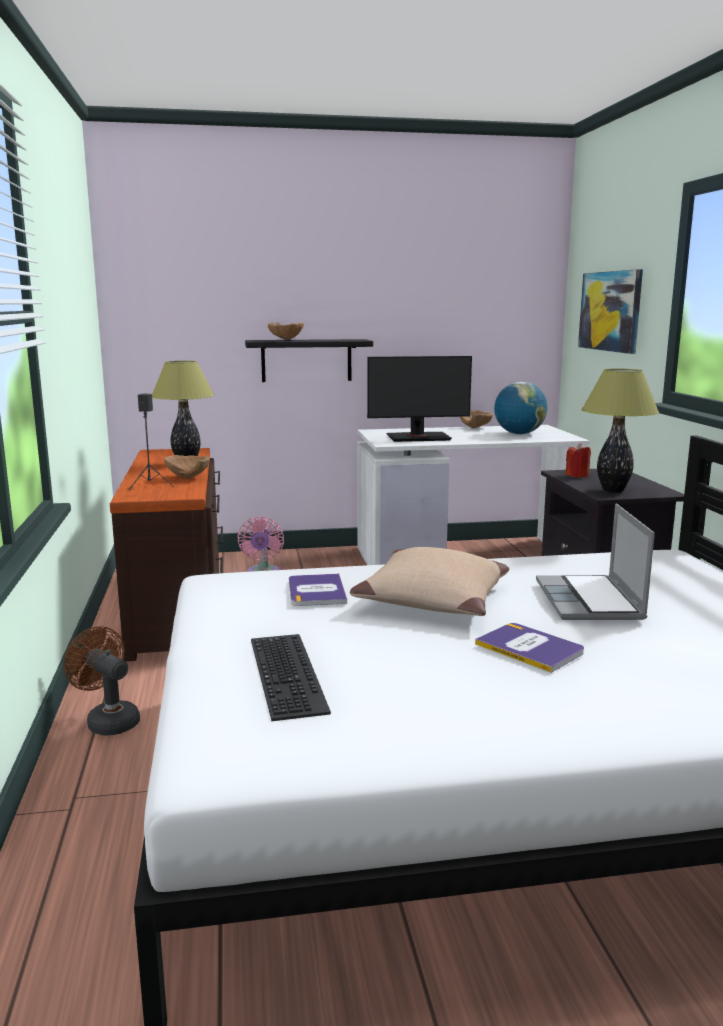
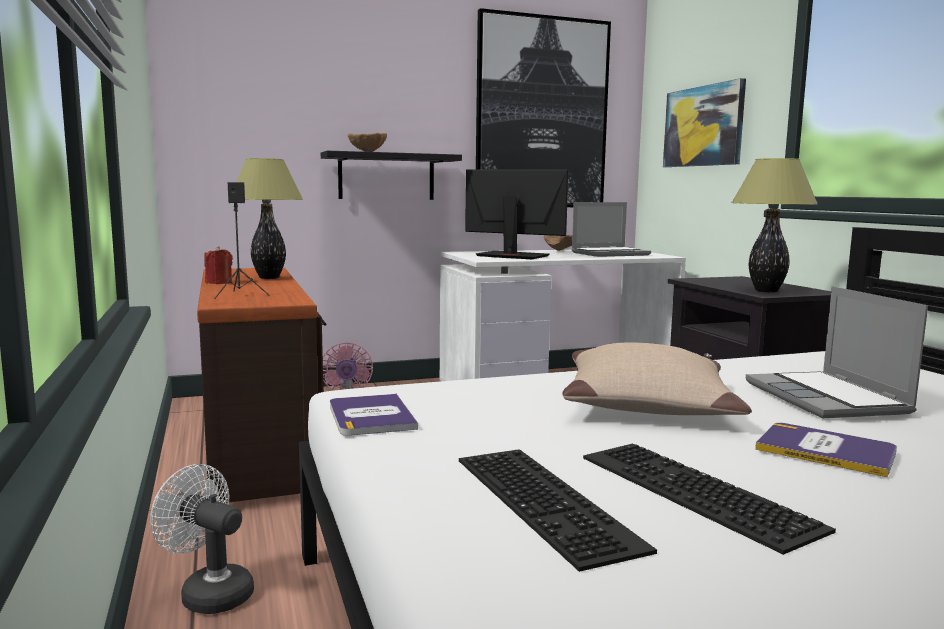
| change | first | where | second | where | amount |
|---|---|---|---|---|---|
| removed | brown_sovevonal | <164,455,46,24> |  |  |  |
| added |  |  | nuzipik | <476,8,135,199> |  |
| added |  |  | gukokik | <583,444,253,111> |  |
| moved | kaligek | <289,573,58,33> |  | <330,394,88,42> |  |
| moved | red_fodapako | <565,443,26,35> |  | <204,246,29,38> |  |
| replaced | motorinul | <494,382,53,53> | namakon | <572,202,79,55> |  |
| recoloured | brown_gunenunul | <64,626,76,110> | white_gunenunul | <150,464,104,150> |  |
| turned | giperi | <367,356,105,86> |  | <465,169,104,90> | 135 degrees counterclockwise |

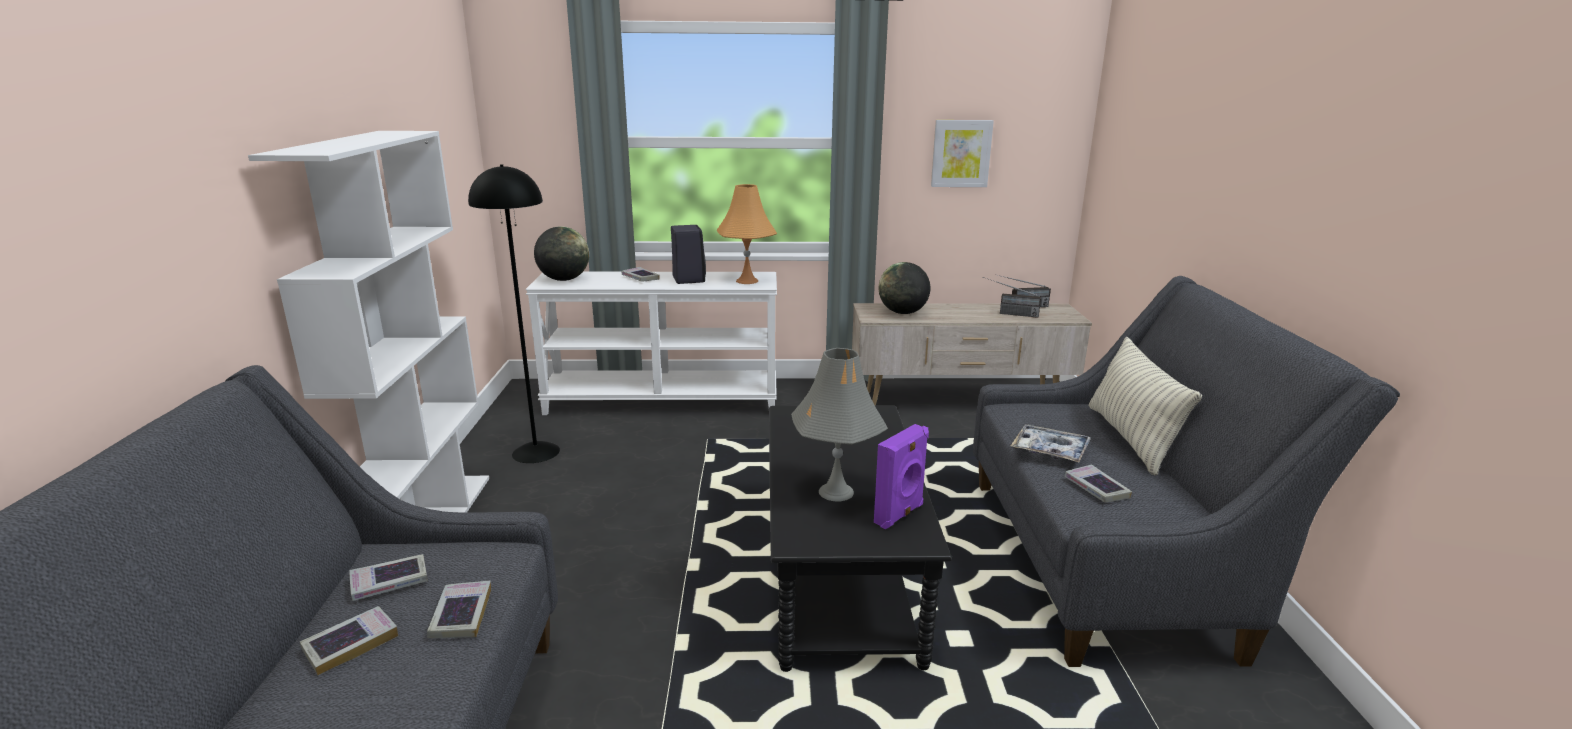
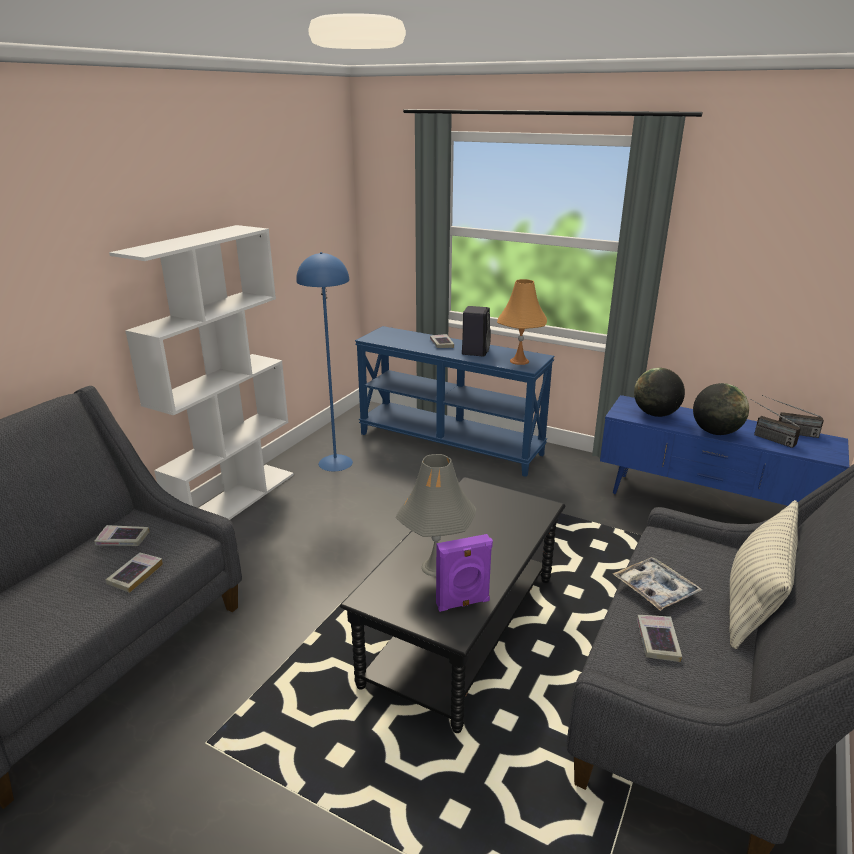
| change | first | where | second | where | amount |
|---|---|---|---|---|---|
| removed | kaligek | <300,606,98,69> |  |  |  |
| removed | nuzipik | <931,120,63,67> |  |  |  |
| moved | motorinul | <534,226,55,55> |  | <693,383,56,52> |  |
| recoloured | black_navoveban | <468,164,92,299> | blue_navoveban | <296,252,57,219> |  |
| recoloured | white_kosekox | <525,272,252,143> | blue_kosekox | <355,326,200,151> |  |
| recoloured | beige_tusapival | <852,303,240,103> | blue_tusapival | <600,395,249,111> |  |

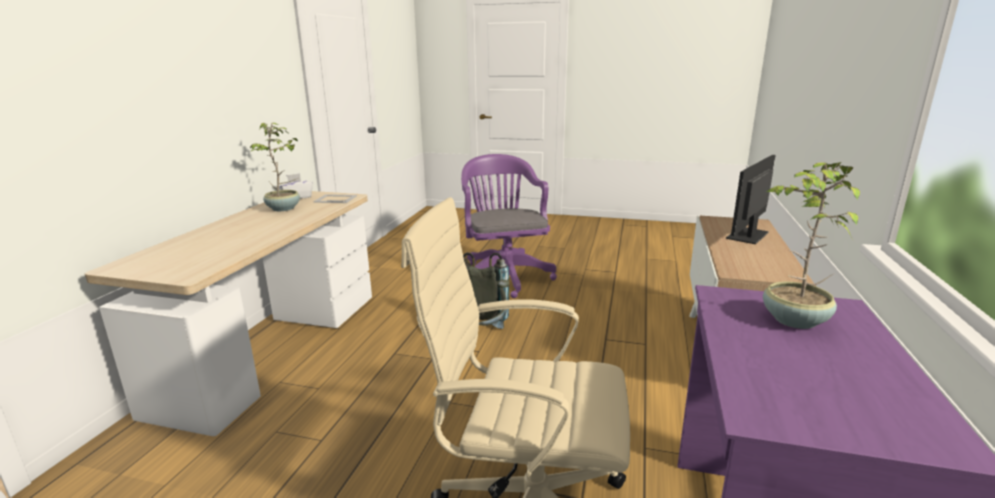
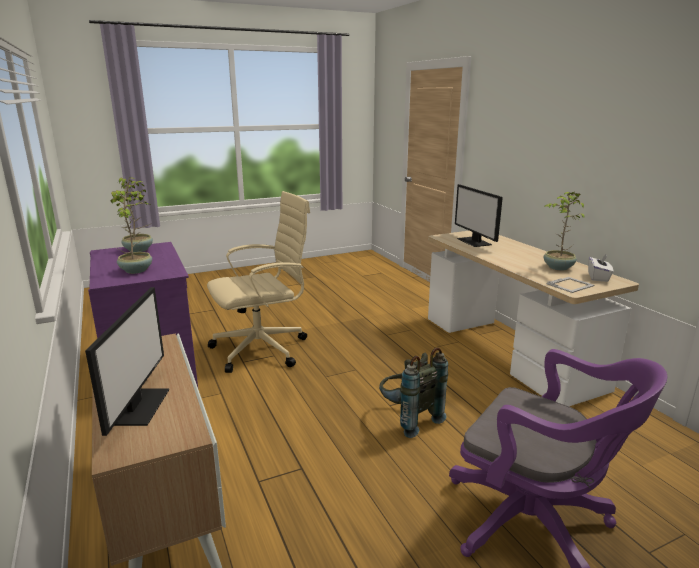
| change | first | where | second | where | amount |
|---|---|---|---|---|---|
| added |  |  | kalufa | <112,177,41,75> |  |
| added |  |  | giperi | <455,184,48,63> |  |

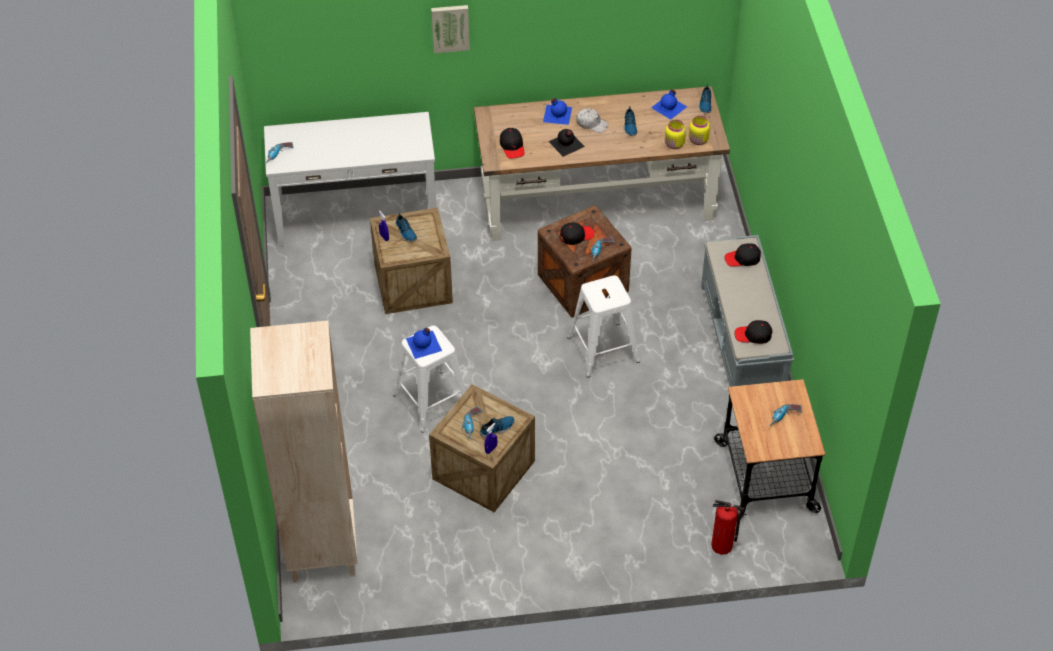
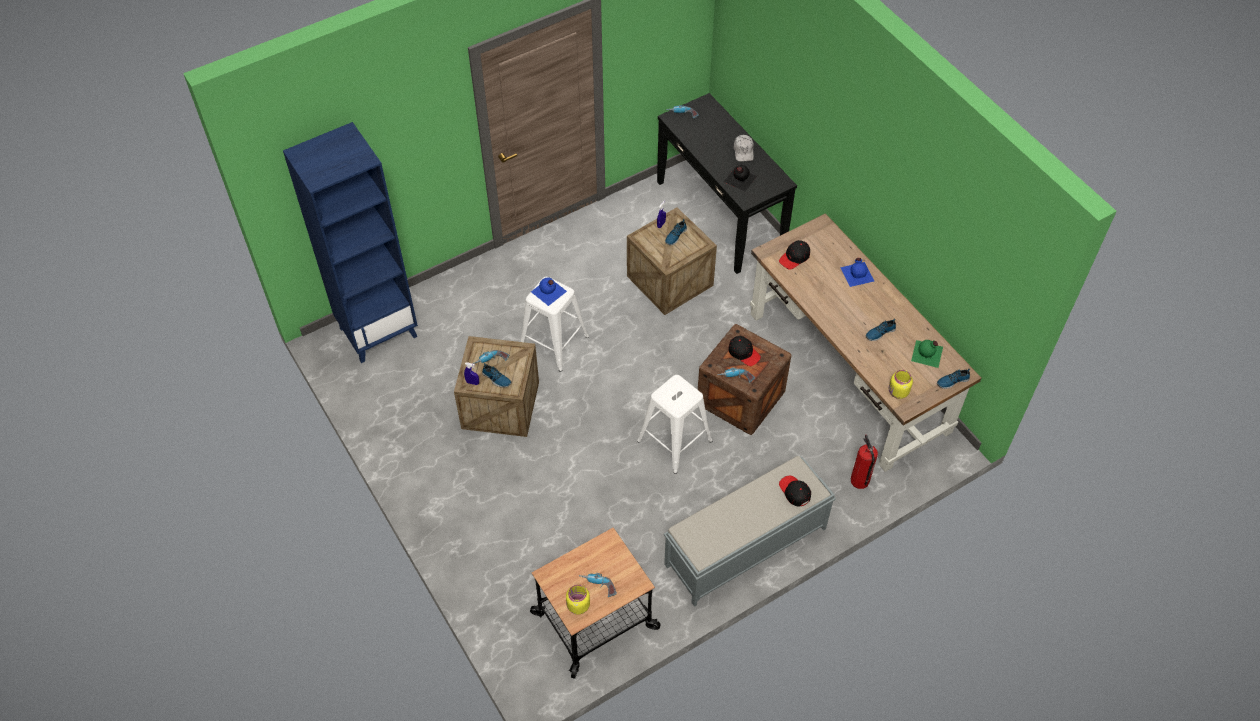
| change | first | where | second | where | amount |
|---|---|---|---|---|---|
| removed | nuzipik | <431,5,39,48> |  |  |  |
| removed | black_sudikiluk | <734,320,38,24> |  |  |  |
| moved | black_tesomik | <548,129,37,28> |  | <724,165,33,26> |  |
| moved | white_sudikiluk | <576,108,33,25> |  | <733,135,21,27> |  |
| moved | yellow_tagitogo | <665,120,21,29> |  | <566,585,24,30> |  |
| moved | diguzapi | <711,500,32,55> |  | <851,435,27,54> |  |
| recoloured | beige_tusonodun | <250,321,108,262> | blue_tusonodun | <283,122,135,241> |  |
| recoloured | white_kosekox | <264,112,172,135> | black_kosekox | <657,93,140,181> |  |
| recoloured | blue_tesomik | <651,90,36,30> | green_tesomik | <911,340,32,28> |  |

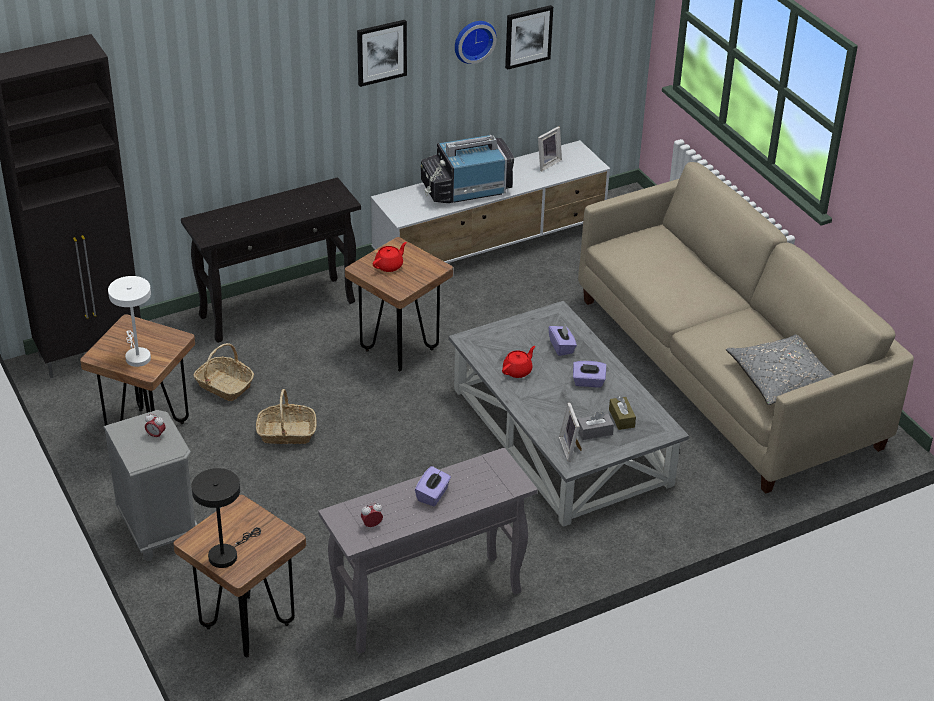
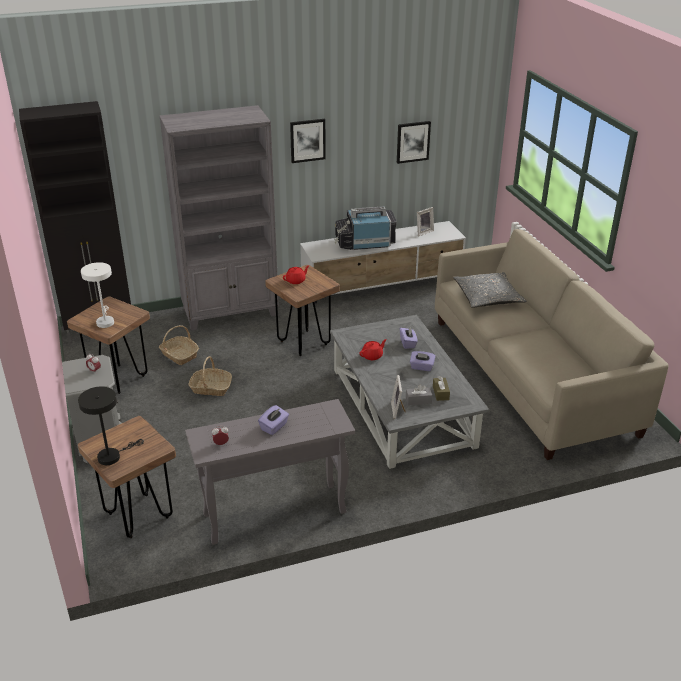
| change | first | where | second | where | amount |
|---|---|---|---|---|---|
| removed | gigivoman | <455,21,41,43> |  |  |  |
| moved | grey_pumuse | <726,335,109,70> |  | <453,272,74,36> |  |
| replaced | black_kosekox | <181,177,180,166> | grey_tusonodun | <159,105,120,226> |  |

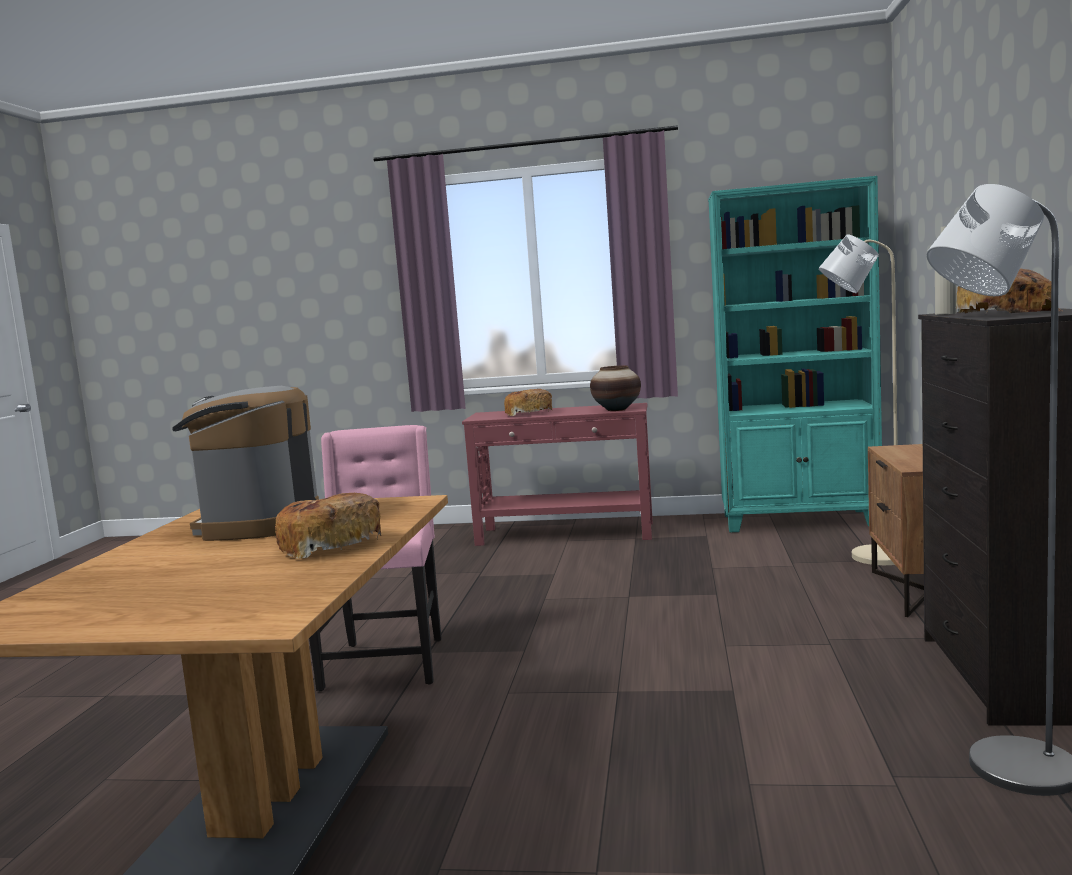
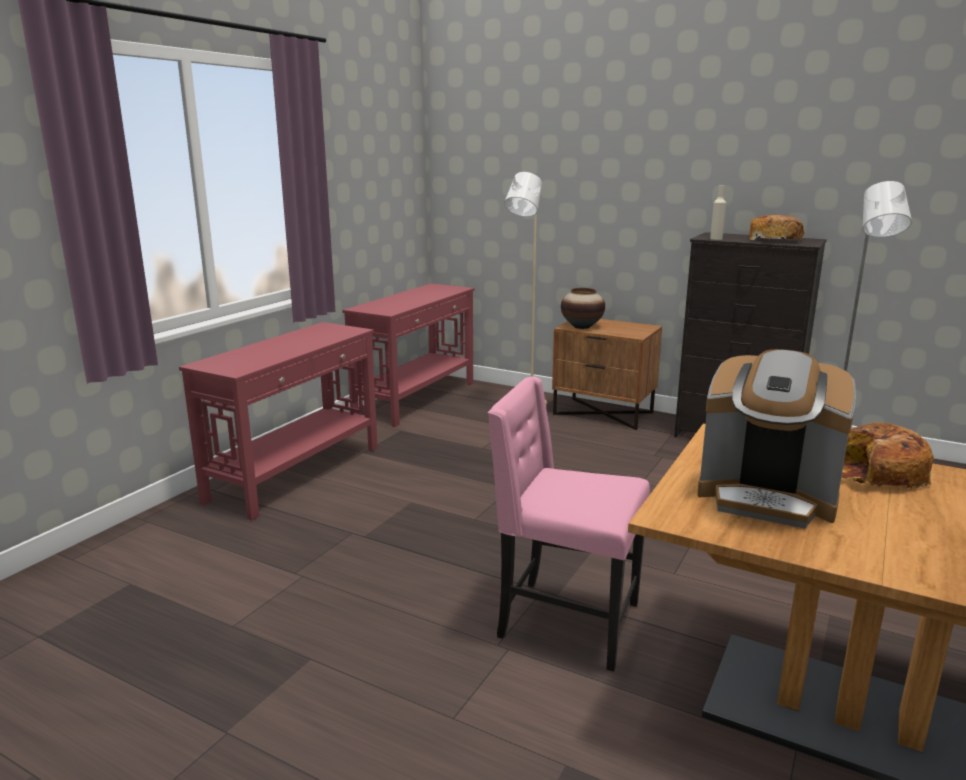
| change | first | where | second | where | amount |
|---|---|---|---|---|---|
| removed | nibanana | <504,389,49,27> |  |  |  |
| moved | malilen | <590,366,51,45> |  | <561,288,44,41> |  |
| replaced | turquoise_tusonodun | <708,176,174,356> | red_kosekox | <343,283,131,144> |  |

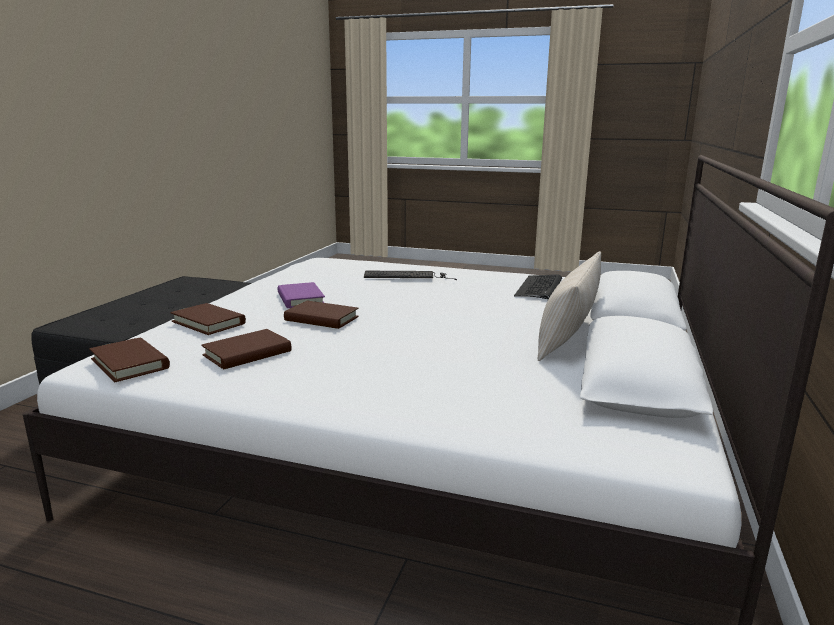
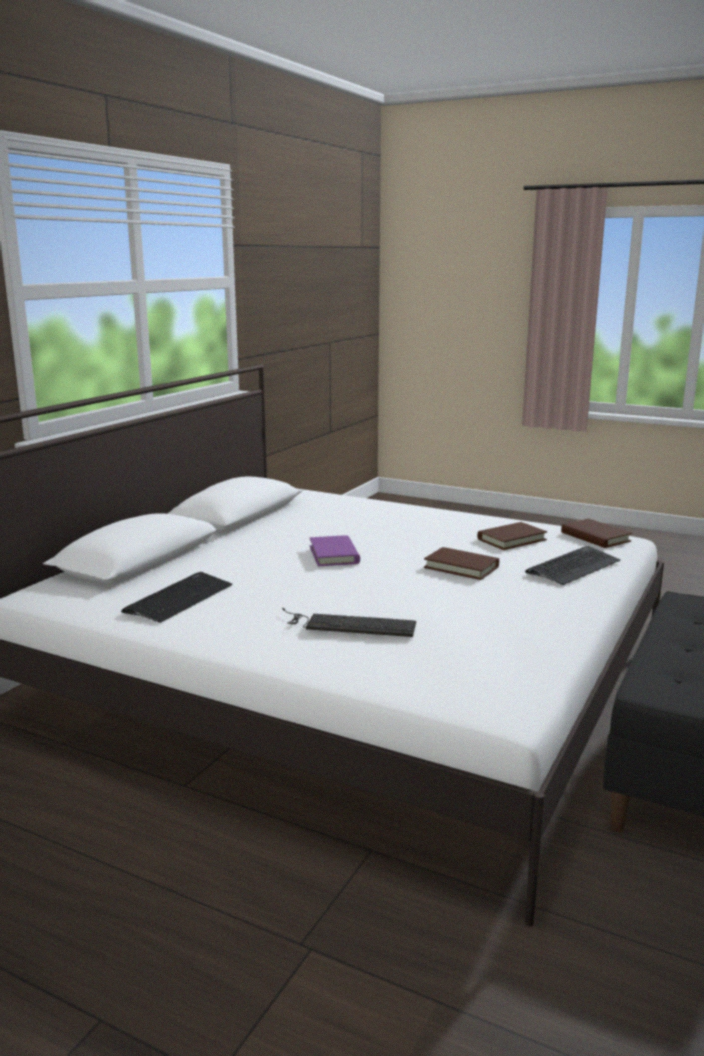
| change | first | where | second | where | amount |
|---|---|---|---|---|---|
| removed | beige_pumuse | <538,251,63,110> |  |  |  |
| moved | purple_kaligek | <277,282,48,26> |  | <310,535,50,31> |  |
| replaced | brown_kaligek | <170,303,76,32> | gukokik | <525,546,95,39> |  |

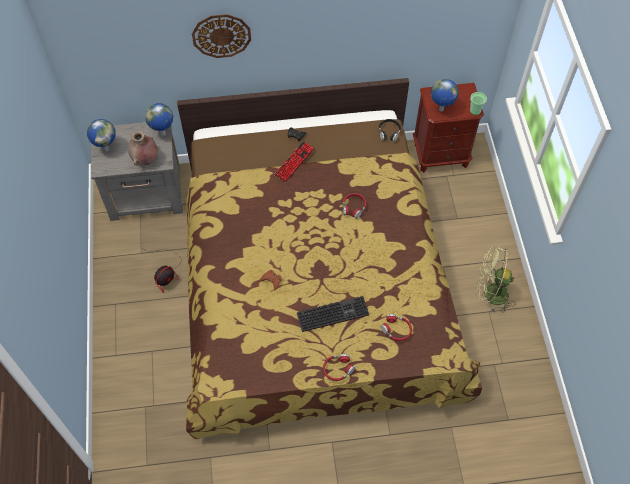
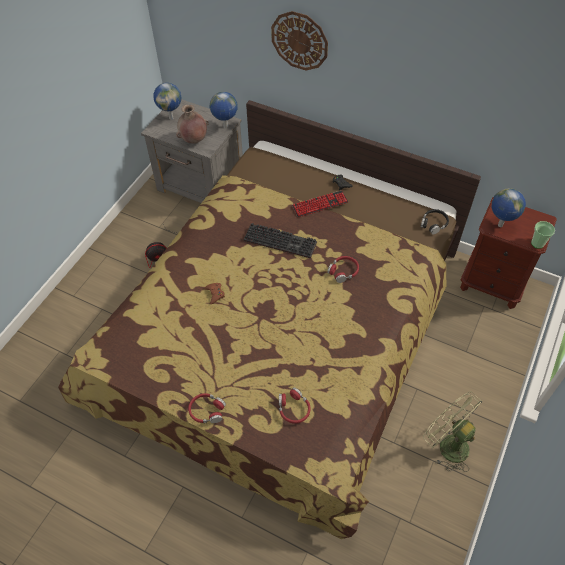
| change | first | where | second | where | amount |
|---|---|---|---|---|---|
| moved | gukokik | <297,296,72,36> |  | <243,223,74,35> |  |

